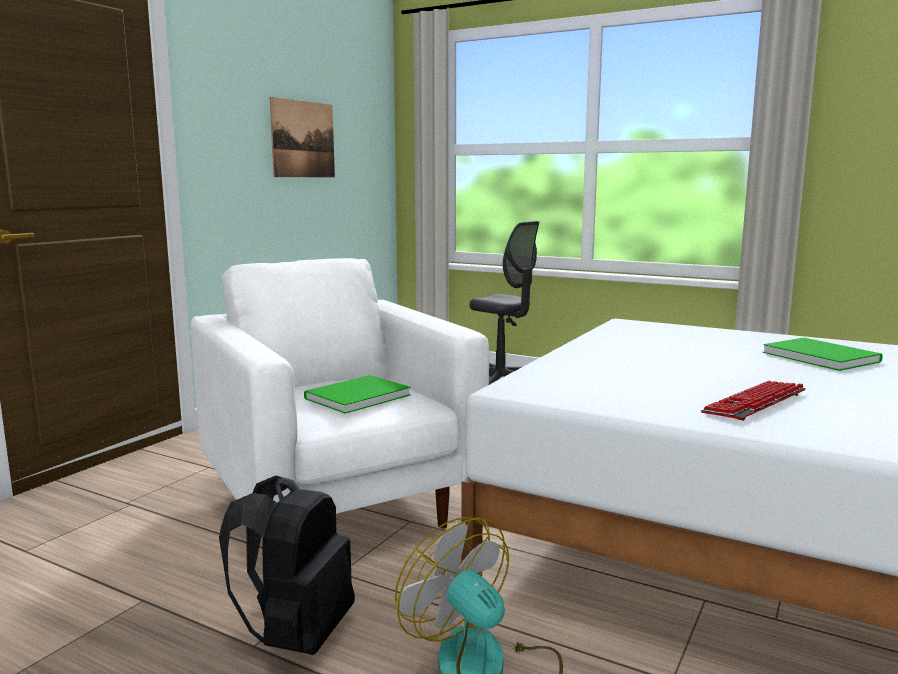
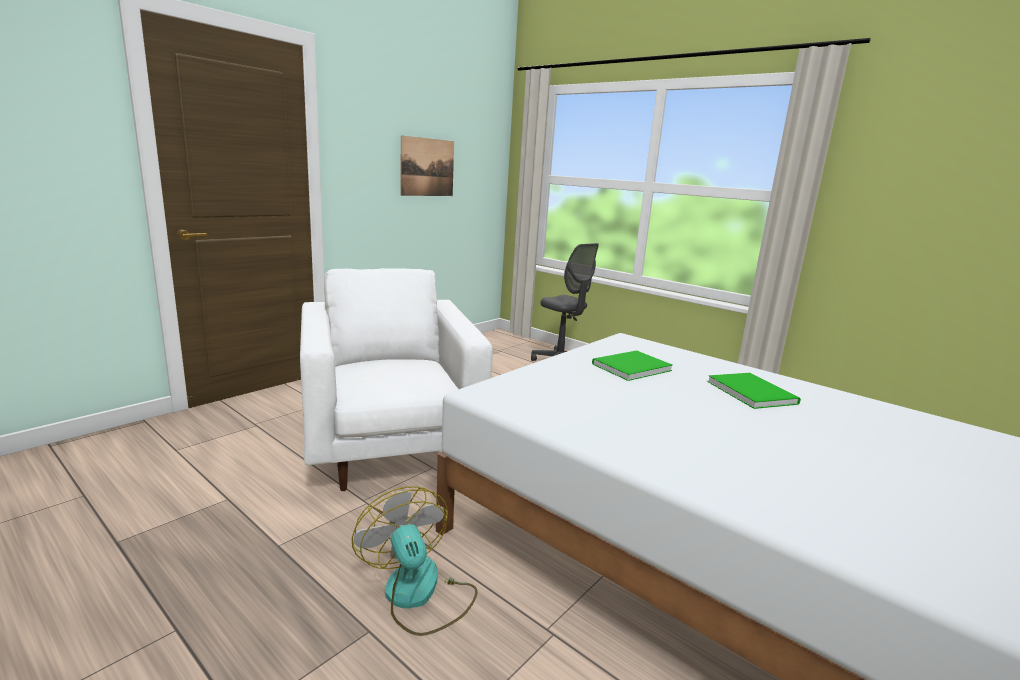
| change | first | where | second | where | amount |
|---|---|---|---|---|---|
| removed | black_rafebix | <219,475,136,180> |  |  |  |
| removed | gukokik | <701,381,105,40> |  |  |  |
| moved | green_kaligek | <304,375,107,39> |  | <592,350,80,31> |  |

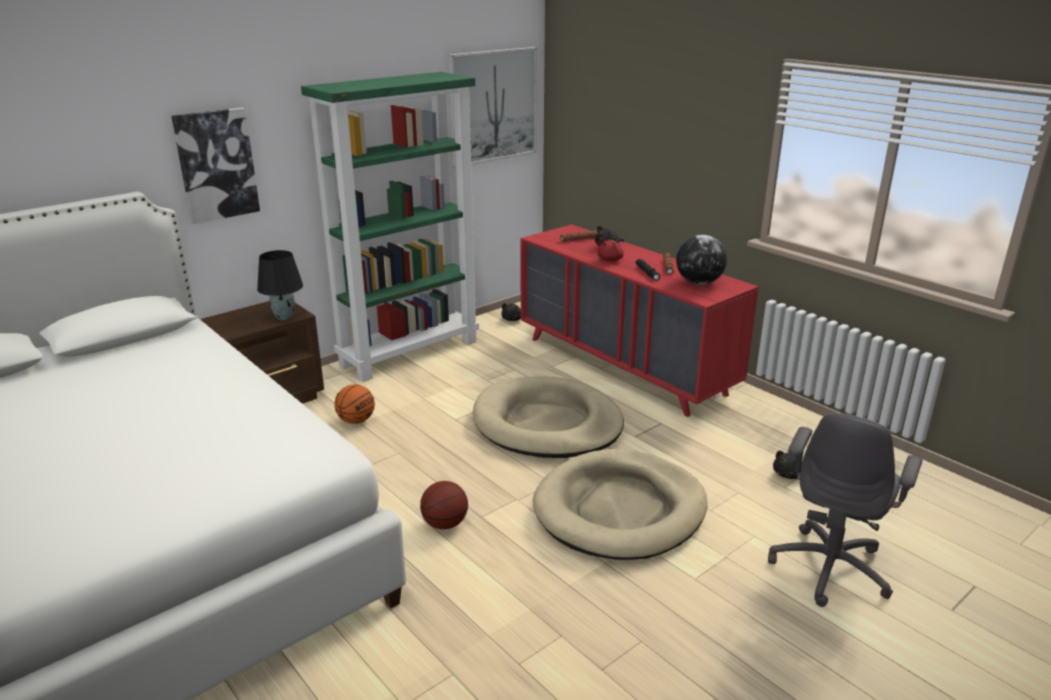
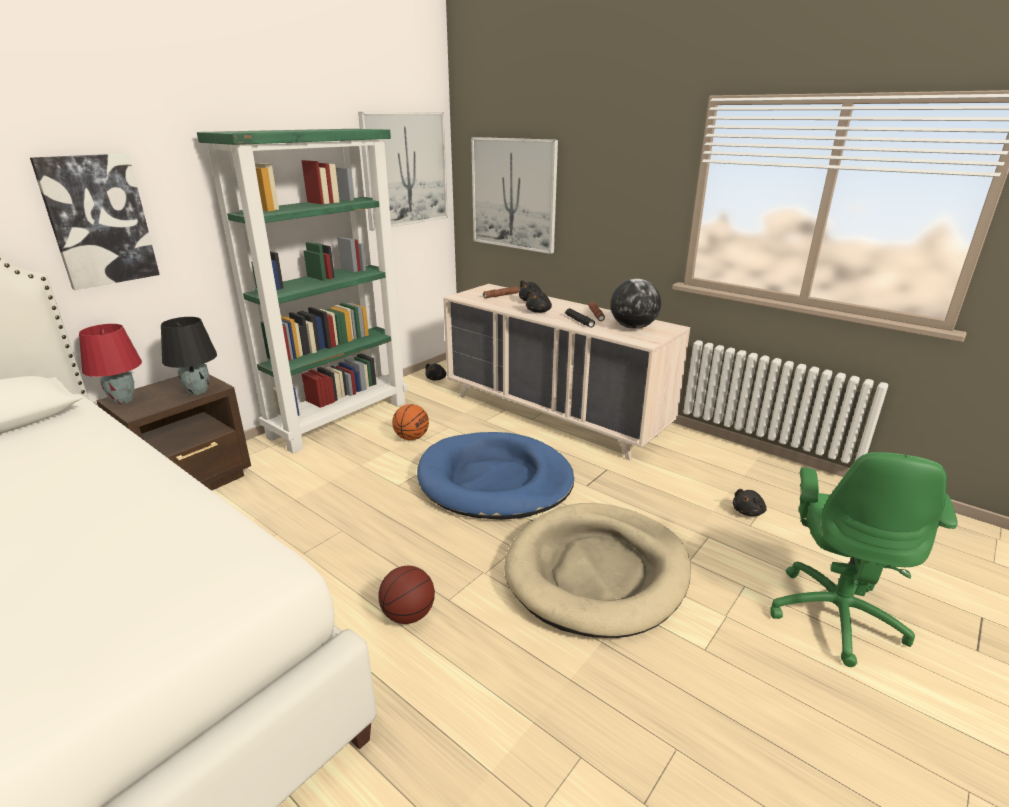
| change | first | where | second | where | amount |
|---|---|---|---|---|---|
| added |  |  | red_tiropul | <79,324,63,80> |  |
| added |  |  | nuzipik | <471,137,87,117> |  |
| moved | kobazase | <334,384,41,40> |  | <392,404,37,36> |  |
| recoloured | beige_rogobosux | <473,376,151,82> | blue_rogobosux | <417,432,157,88> |  |
| recoloured | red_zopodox | <520,225,239,192> | beige_zopodox | <443,284,247,176> |  |
| recoloured | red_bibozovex | <598,238,26,23> | black_bibozovex | <526,290,26,23> |  |
| recoloured | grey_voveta | <768,413,154,194> | green_voveta | <770,452,188,215> |  |

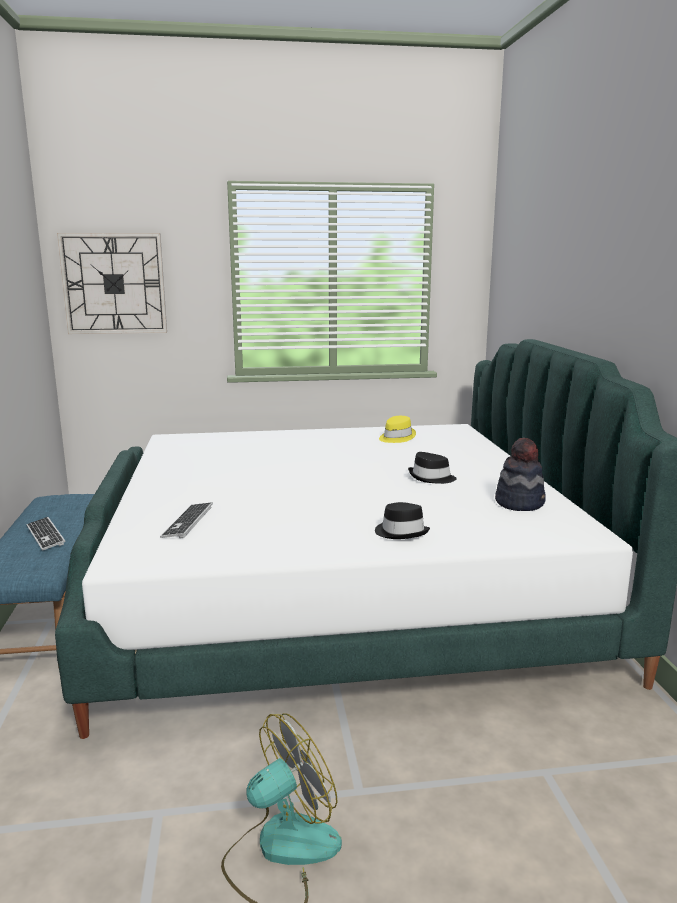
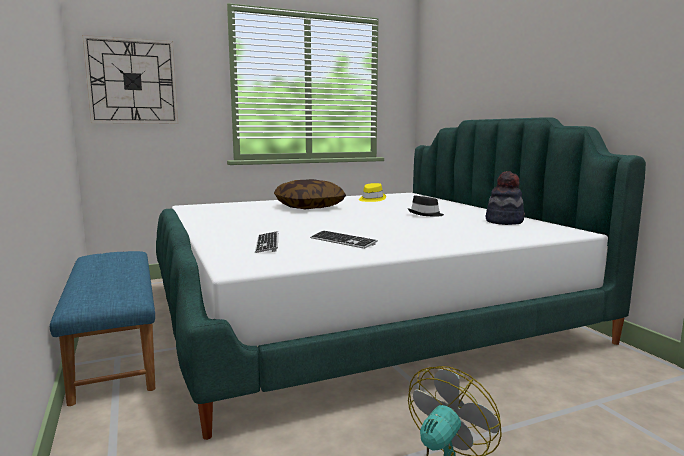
| change | first | where | second | where | amount |
|---|---|---|---|---|---|
| removed | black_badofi | <375,502,55,37> |  |  |  |
| added |  |  | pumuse | <274,179,72,30> |  |
| moved | gukokik | <26,517,40,33> |  | <310,231,68,18> |  |

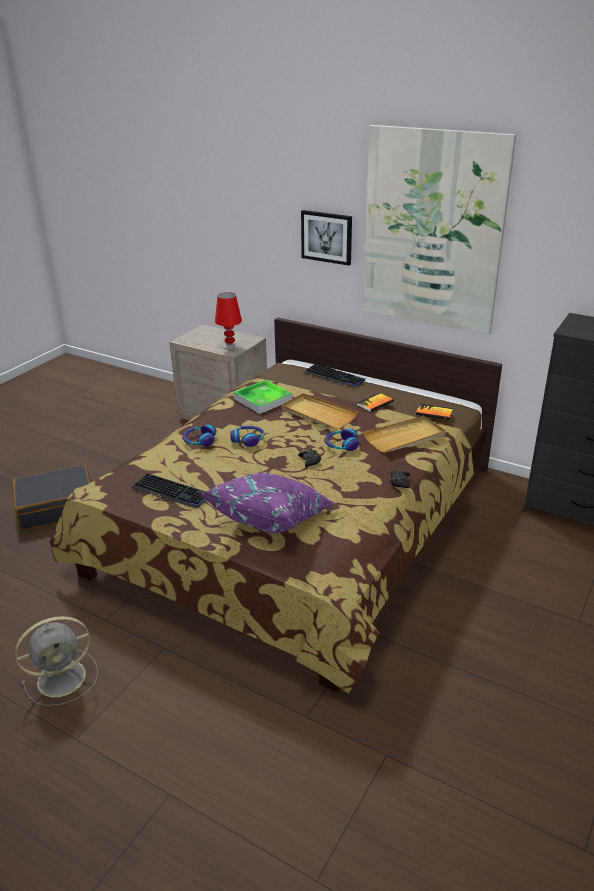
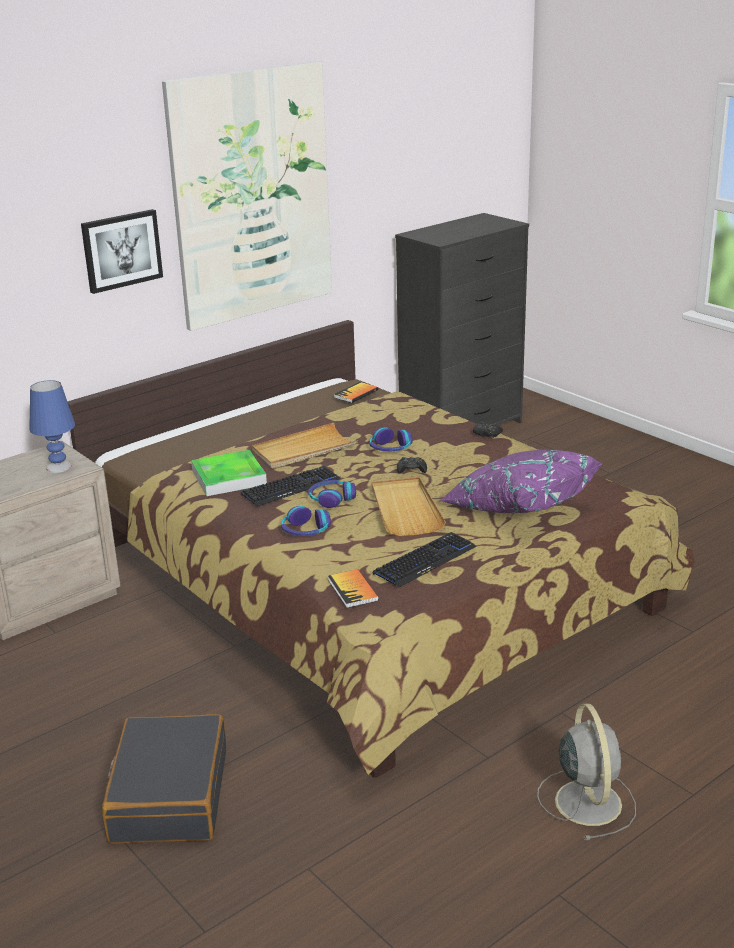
| change | first | where | second | where | amount |
|---|---|---|---|---|---|
| moved | gukokik | <304,364,61,23> |  | <241,466,100,41> |  |
| moved | kaligek | <357,393,37,19> |  | <328,569,51,39> |  |
| moved | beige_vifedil | <363,416,83,37> |  | <372,477,74,59> |  |
| recoloured | red_tiropul | <215,292,27,57> | blue_tiropul | <29,380,46,93> |  |

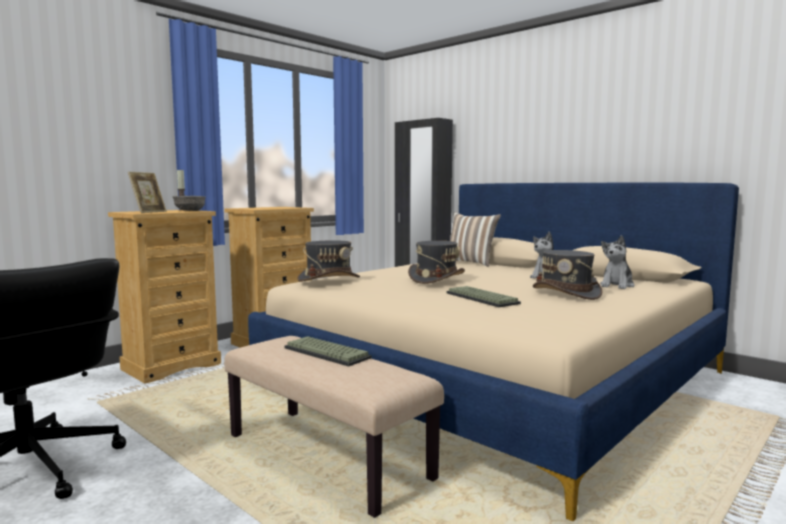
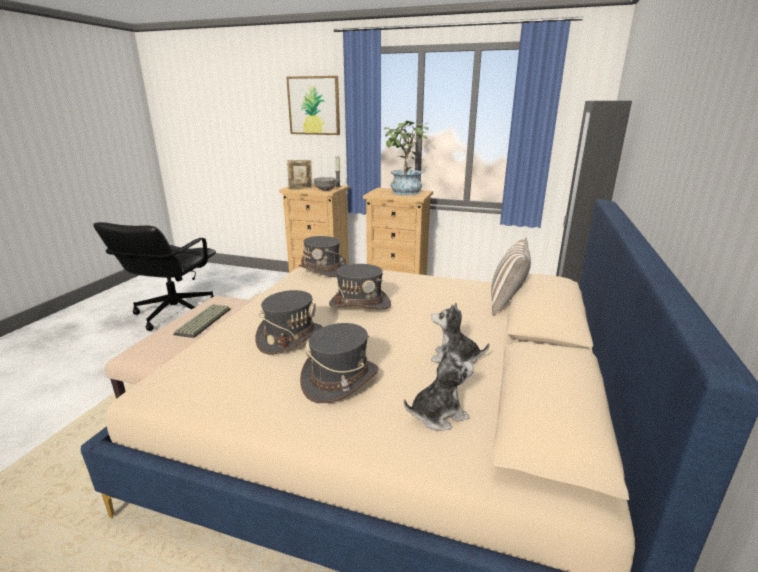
| change | first | where | second | where | amount |
|---|---|---|---|---|---|
| added |  |  | nuzipik | <286,76,54,59> |  |
| added |  |  | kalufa | <384,121,45,74> |  |
| replaced | gukokik | <447,286,74,21> | grey_badofi | <255,290,68,65> |  |
| turned | bibozovex | <600,235,35,54> |  | <404,347,70,84> | 150 degrees clockwise |

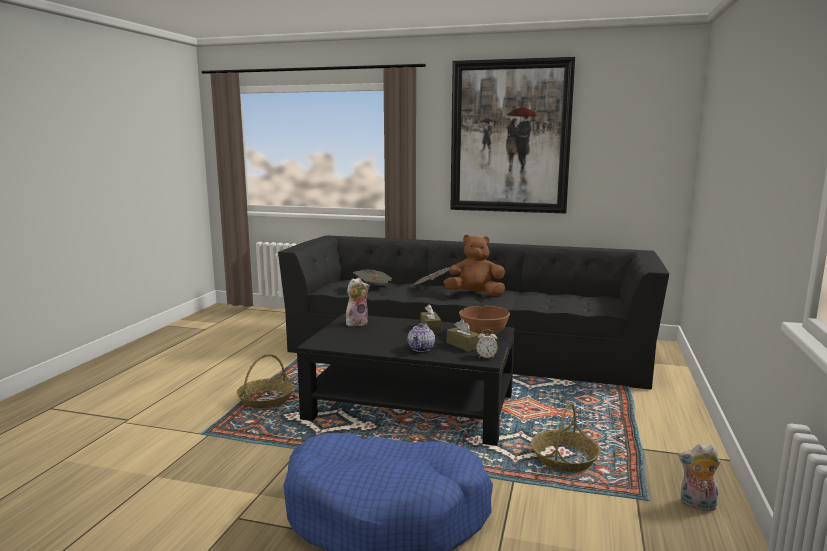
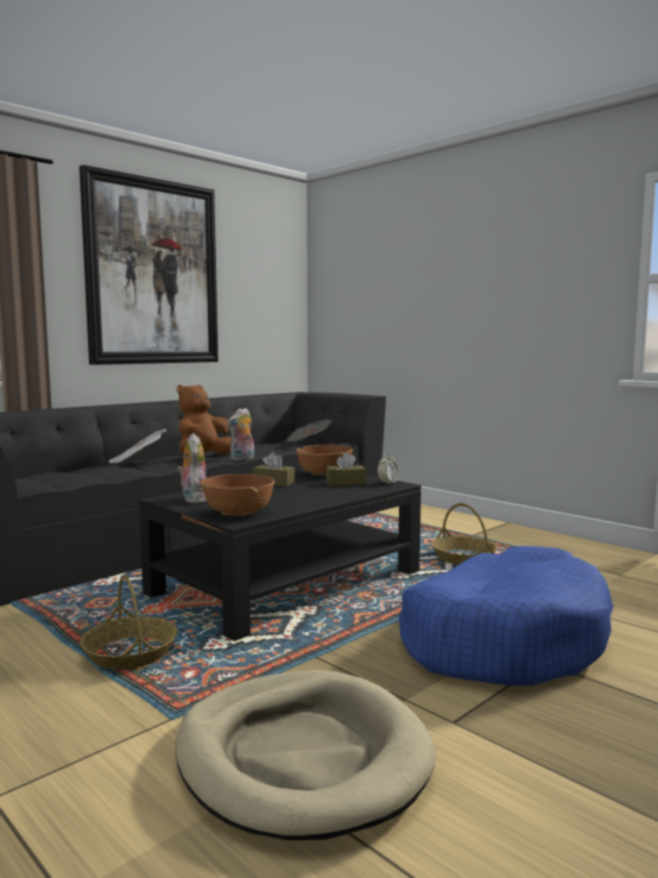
| change | first | where | second | where | amount |
|---|---|---|---|---|---|
| removed | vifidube | <408,323,27,29> |  |  |  |
| added |  |  | beige_rogobosux | <176,670,260,170> |  |
| added |  |  | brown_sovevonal | <200,474,75,42> |  |
| moved | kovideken | <353,269,39,14> |  | <285,419,47,23> |  |
| moved | bibozovex | <679,444,41,69> |  | <227,408,27,53> |  |

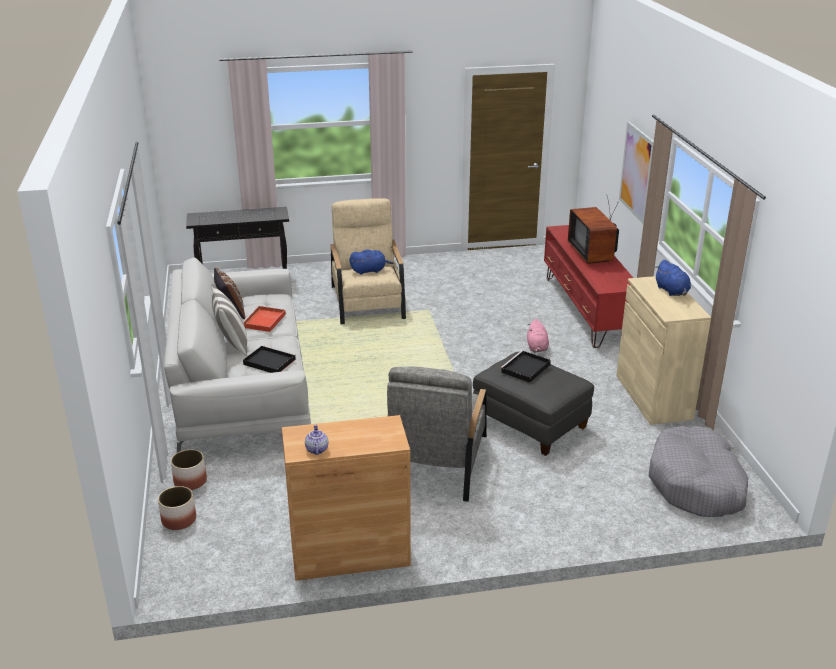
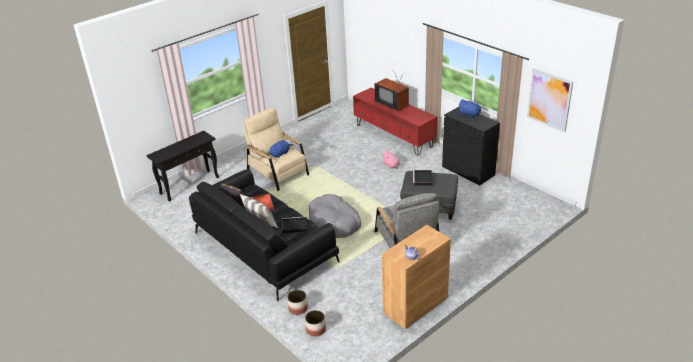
| change | first | where | second | where | amount |
|---|---|---|---|---|---|
| moved | nuzipik | <619,122,35,102> |  | <527,68,46,64> |  |
| moved | grey_rogobosux | <649,426,99,91> |  | <309,194,52,44> |  |
| recoloured | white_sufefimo | <164,258,147,195> | black_sufefimo | <189,169,151,132> |  |
| recoloured | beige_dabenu | <616,276,95,149> | black_dabenu | <442,107,58,78> |  |

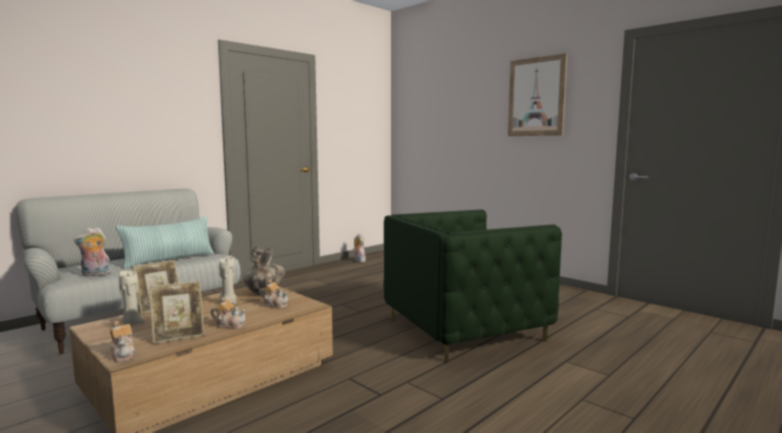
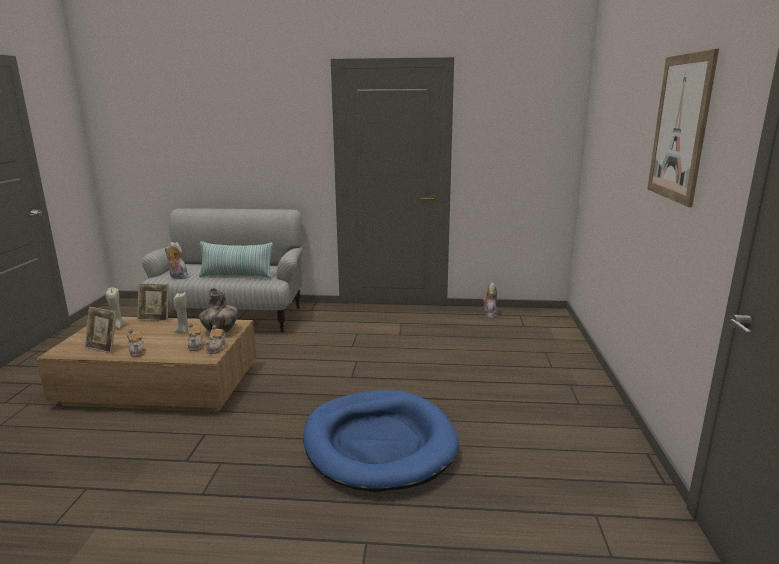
| change | first | where | second | where | amount |
|---|---|---|---|---|---|
| moved | vifidube | <110,321,27,41> |  | <205,325,21,29> |  |
| replaced | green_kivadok | <383,209,179,153> | blue_rogobosux | <303,390,156,102> |  |

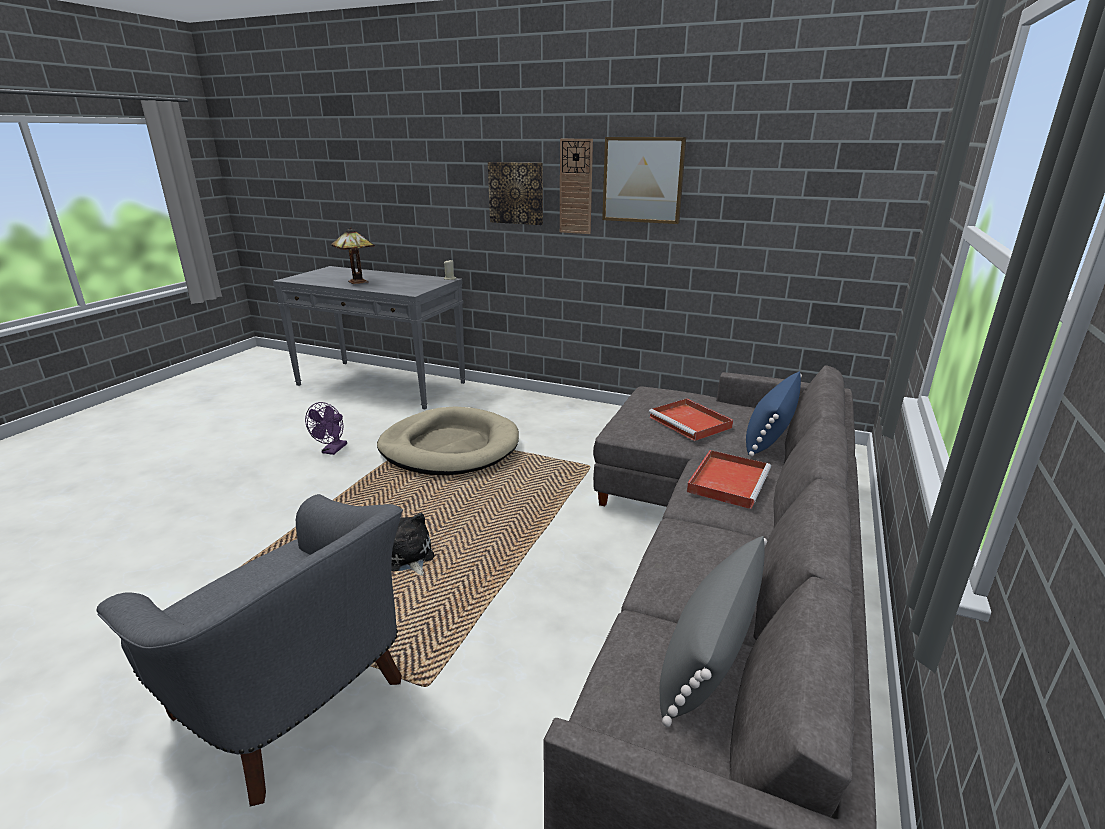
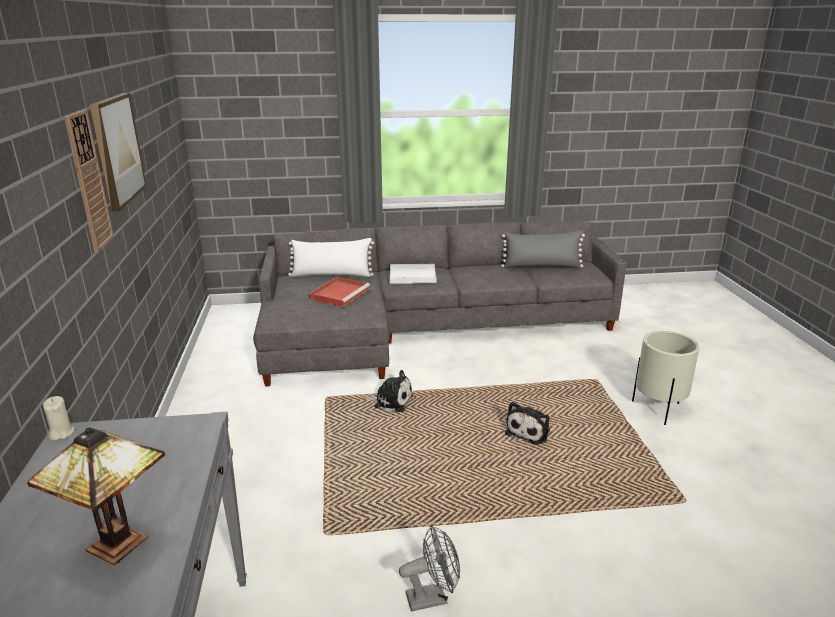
| change | first | where | second | where | amount |
|---|---|---|---|---|---|
| removed | beige_rogobosux | <377,406,142,69> |  |  |  |
| removed | nuzipik | <488,162,55,63> |  |  |  |
| added |  |  | bibozovex | <365,370,48,42> |  |
| replaced | grey_kivadok | <96,494,307,313> | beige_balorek | <632,331,67,94> |  |
| recoloured | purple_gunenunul | <305,402,42,53> | grey_gunenunul | <399,525,61,87> |  |
| recoloured | red_vifedil | <687,450,84,59> | white_vifedil | <389,264,48,20> |  |
| recoloured | blue_pumuse | <746,371,56,86> | white_pumuse | <288,238,86,39> |  |

